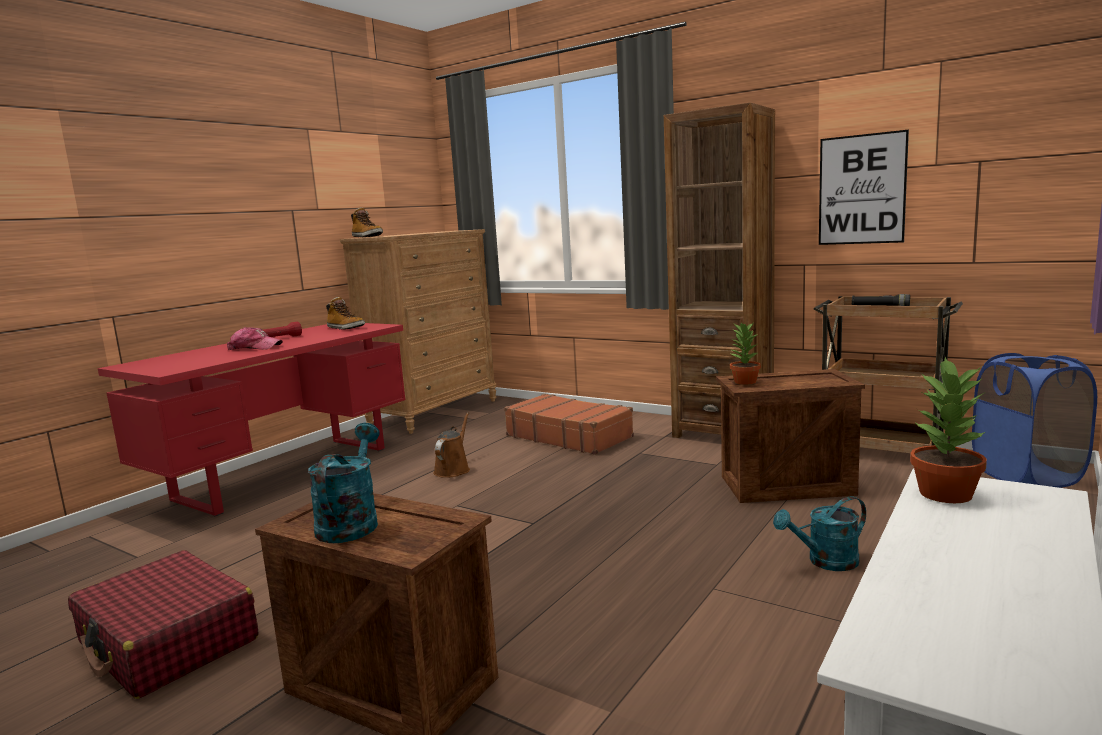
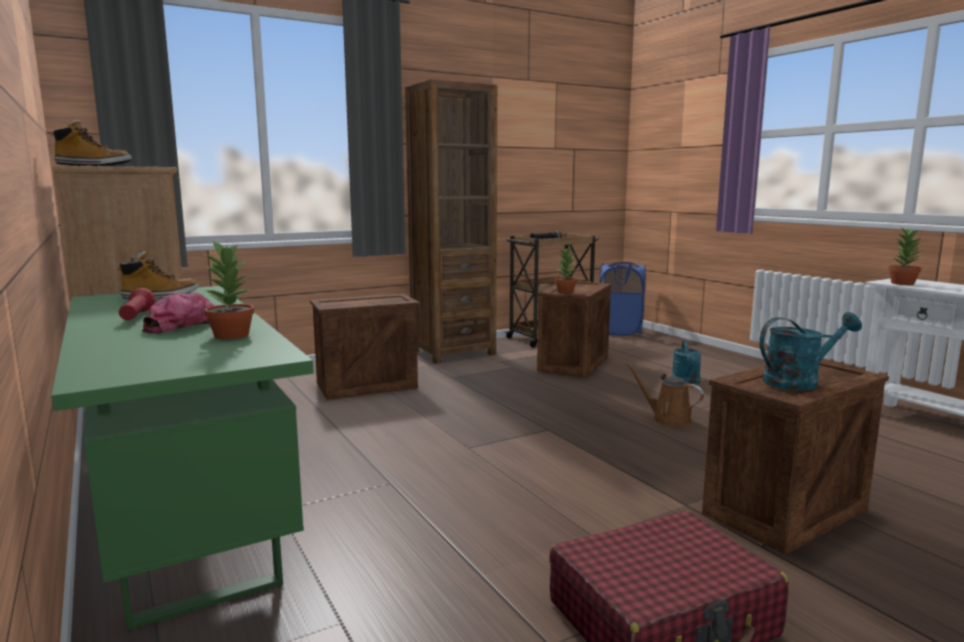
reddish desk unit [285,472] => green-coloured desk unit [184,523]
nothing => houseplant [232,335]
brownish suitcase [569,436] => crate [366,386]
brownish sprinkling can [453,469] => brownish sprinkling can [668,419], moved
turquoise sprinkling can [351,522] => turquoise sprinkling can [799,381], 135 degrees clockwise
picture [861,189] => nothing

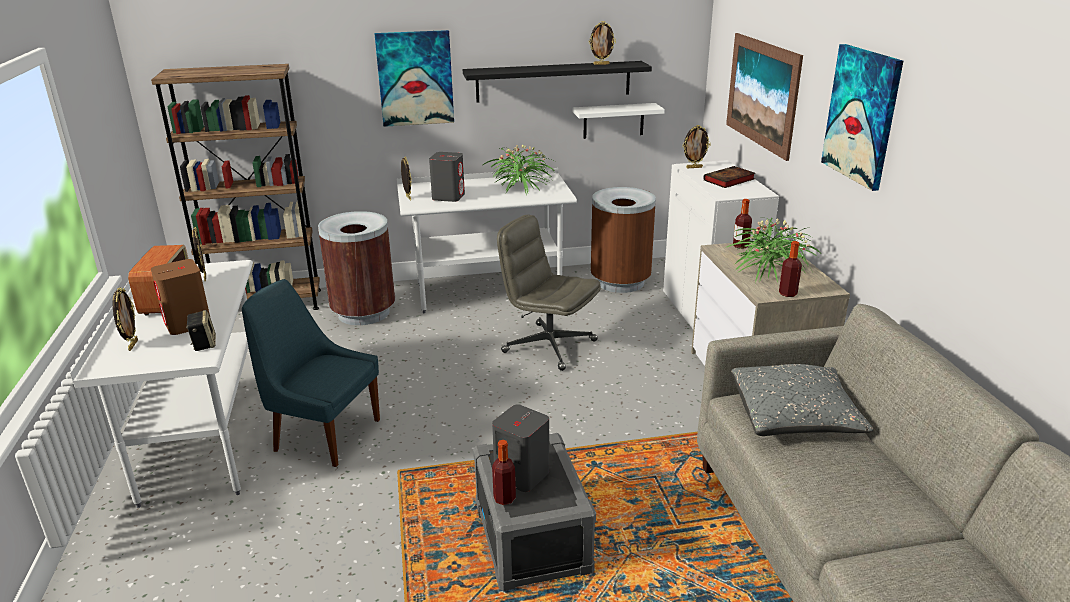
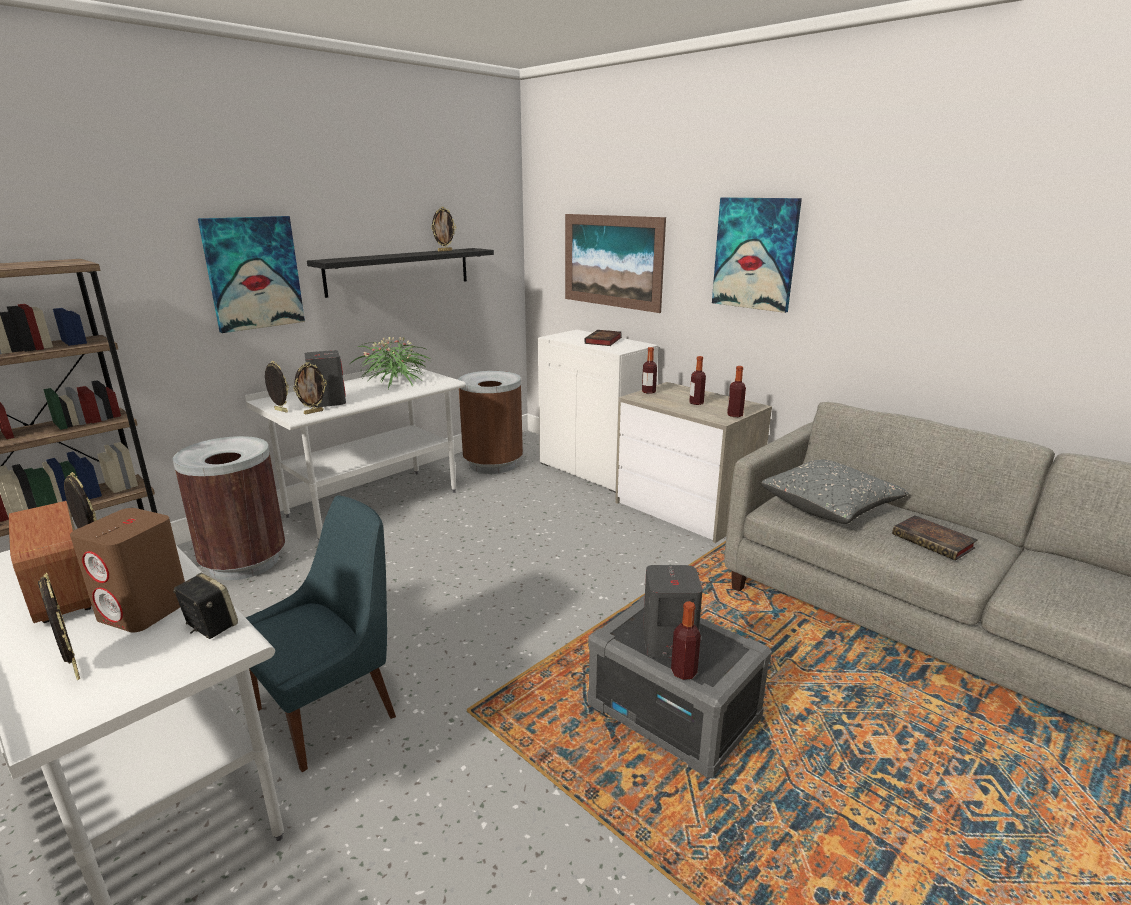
blue-coloured chair [324,434] => blue-coloured chair [331,710], 150 degrees clockwise
standing frame [694,167] => standing frame [313,412], moved
houseplant [769,270] => beverage bottle [696,403]
nothing => book [935,542]
gray office chair [548,346] => nothing
white-coloured shelf [613,120] => nothing

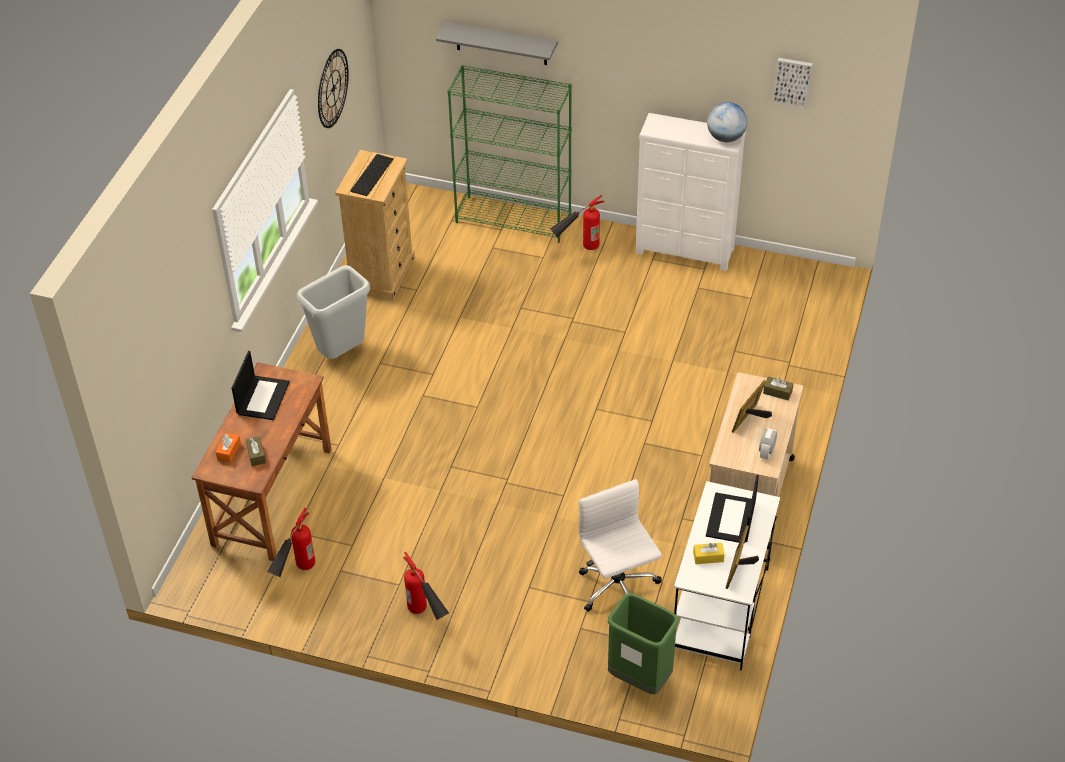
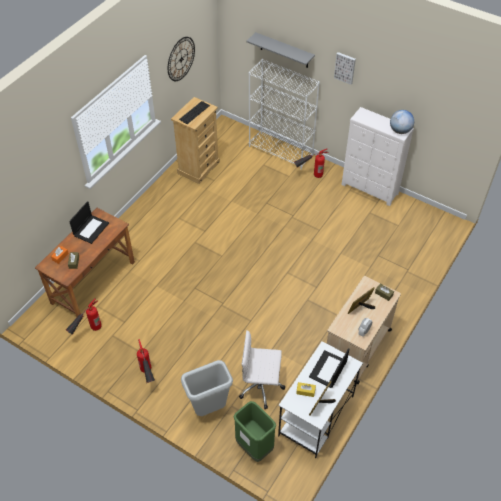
gray waste bin [341,354] => gray waste bin [209,409], moved
white-coloured office chair [618,588] => white-coloured office chair [261,386], 75 degrees counterclockwise
green-coloured bookshelf [514,219] => white-coloured bookshelf [281,151]
picture [793,81] => picture [345,67], moved

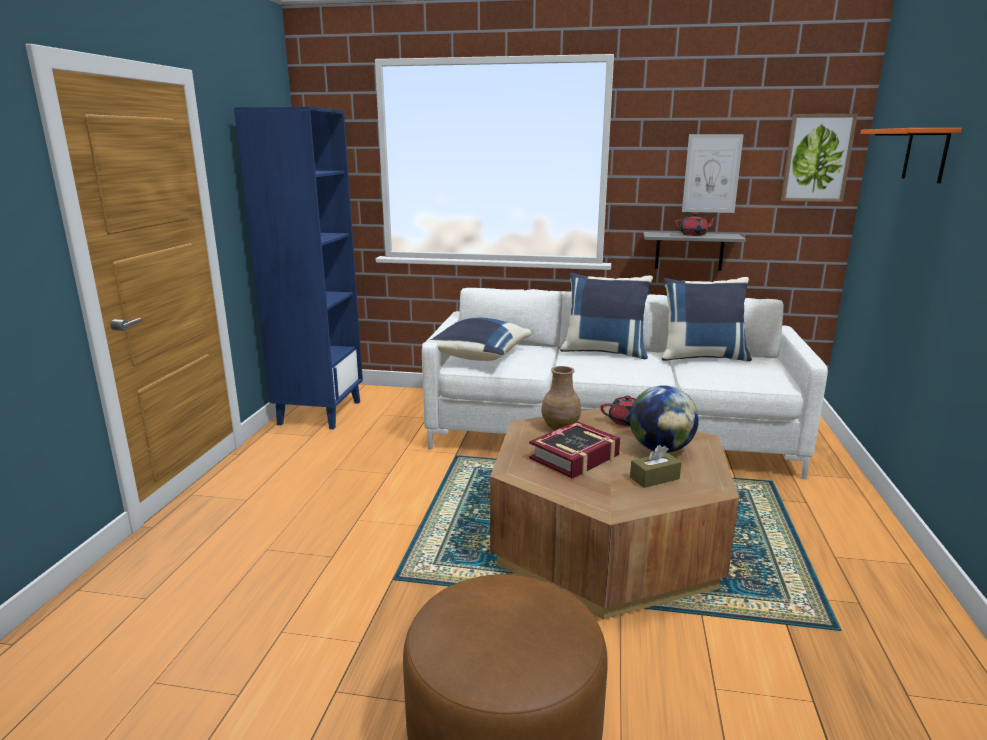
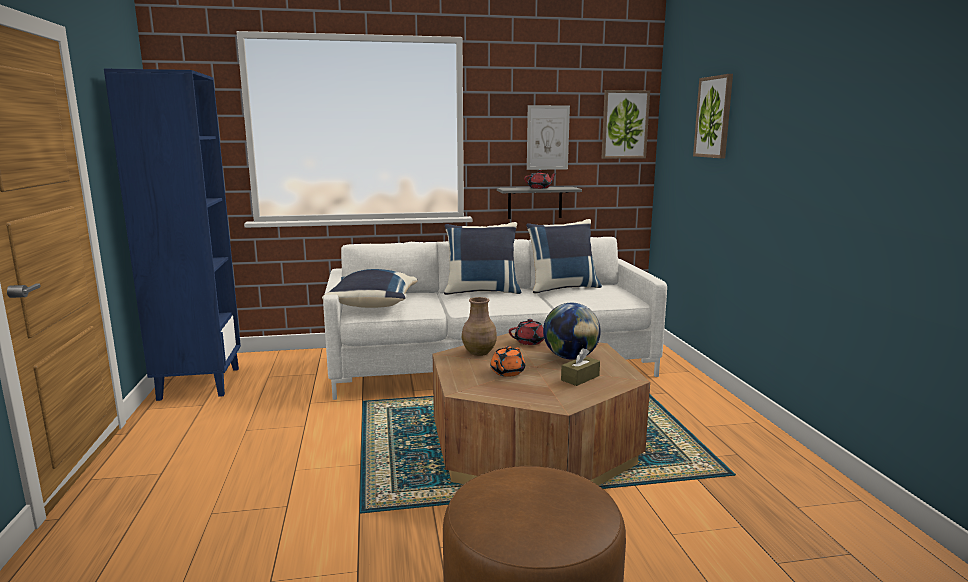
book [575,457] => orange pot for tea [507,372]
orange shelf [925,154] => picture [714,117]

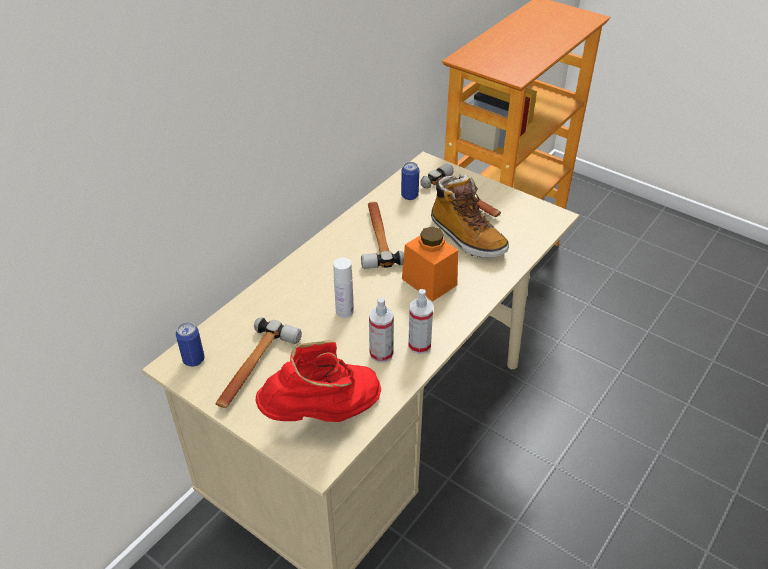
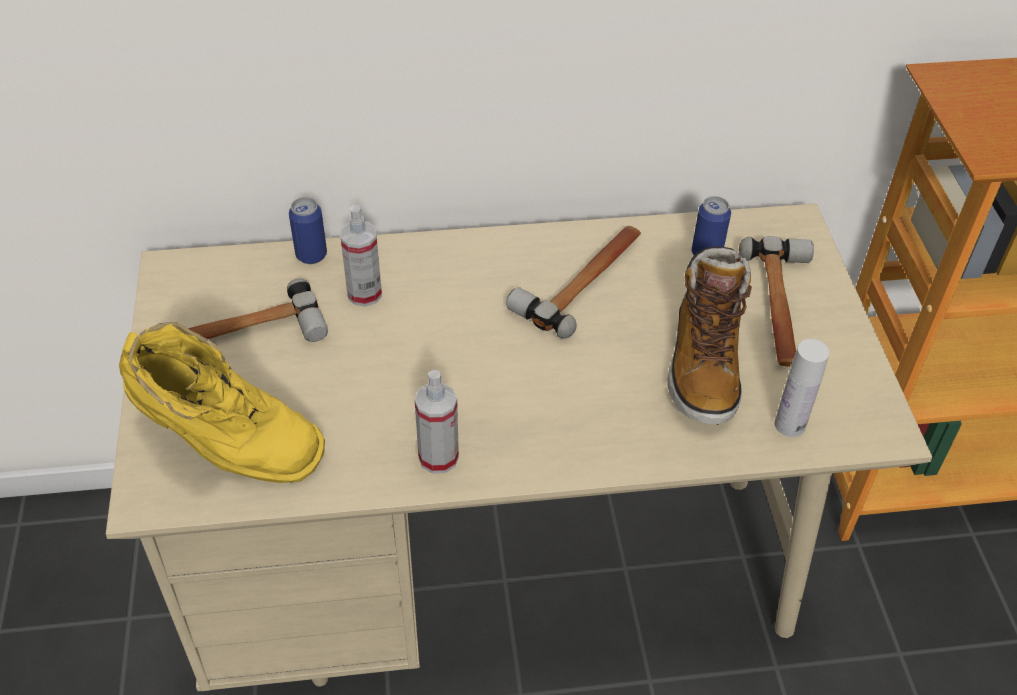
reddish tall boot [324,414] => yellowish tall boot [227,448]
can [193,360] => can [311,255], moved
hand sprayer [381,353] => hand sprayer [364,293], moved
white-coloured beverage bottle [344,311] => white-coloured beverage bottle [789,425], moved
orange storage jar [429,282] => nothing

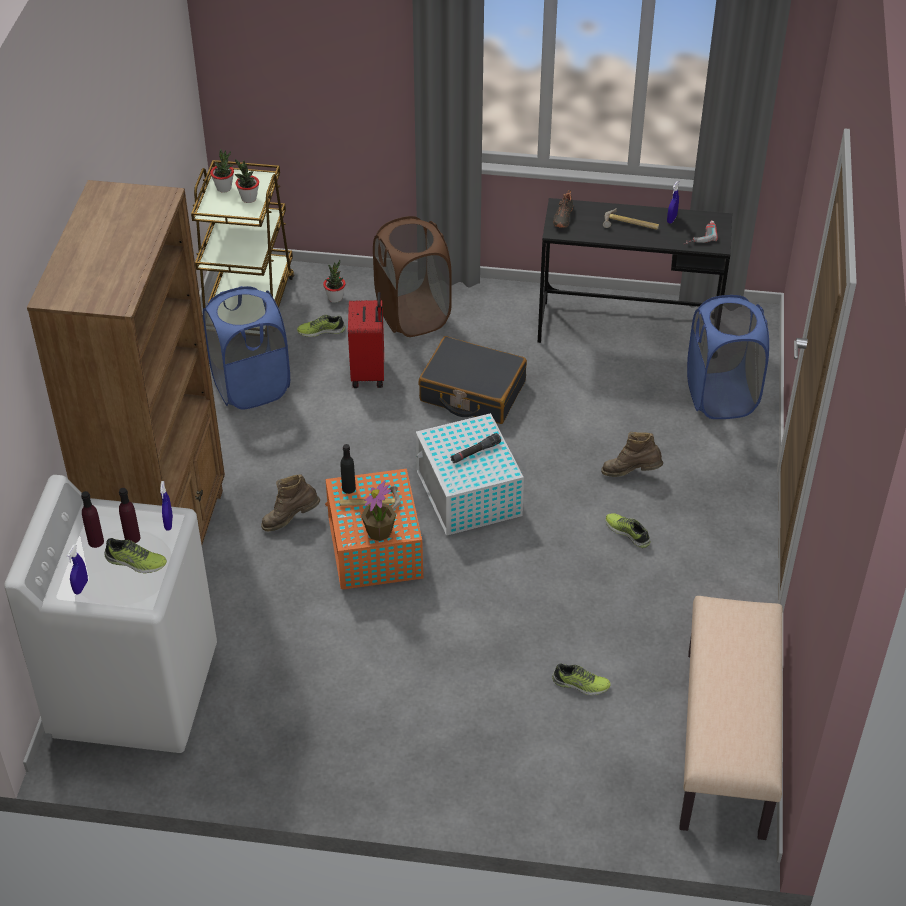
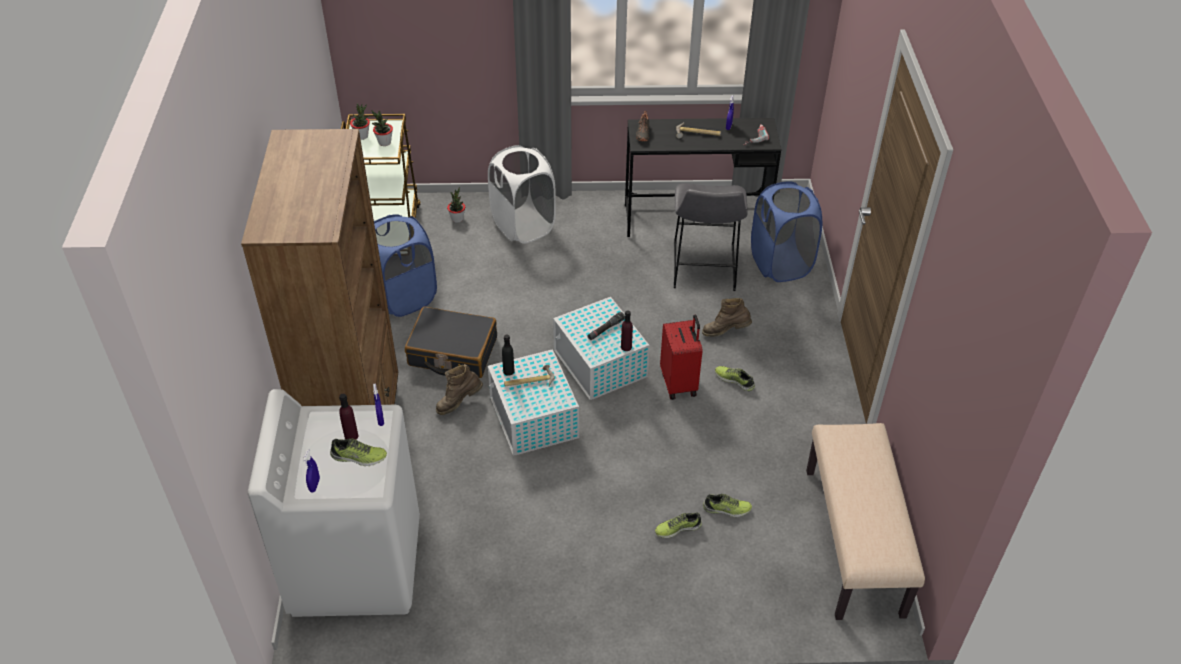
blackish suitcase [472,392] => blackish suitcase [452,352], moved
brownish washing basket [413,315] => white-coloured washing basket [523,226]
orange storage bin [375,549] => white-coloured storage bin [534,419]
purple beverage bottle [96,541] => purple beverage bottle [626,347], moved
low shoe [321,330] => low shoe [677,528], moved
reddish suitcase [369,373] => reddish suitcase [679,383], moved
nothing => gray sitting stool [703,270]
houseplant [379,532] => nothing

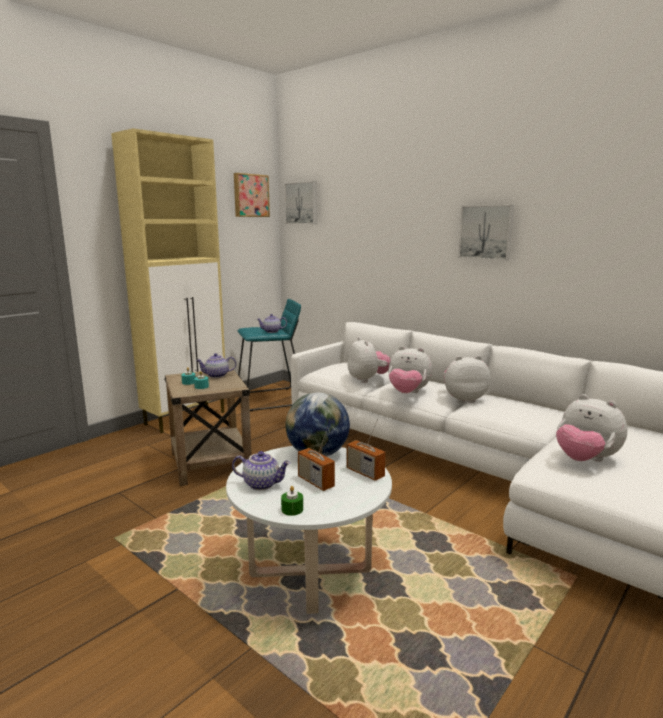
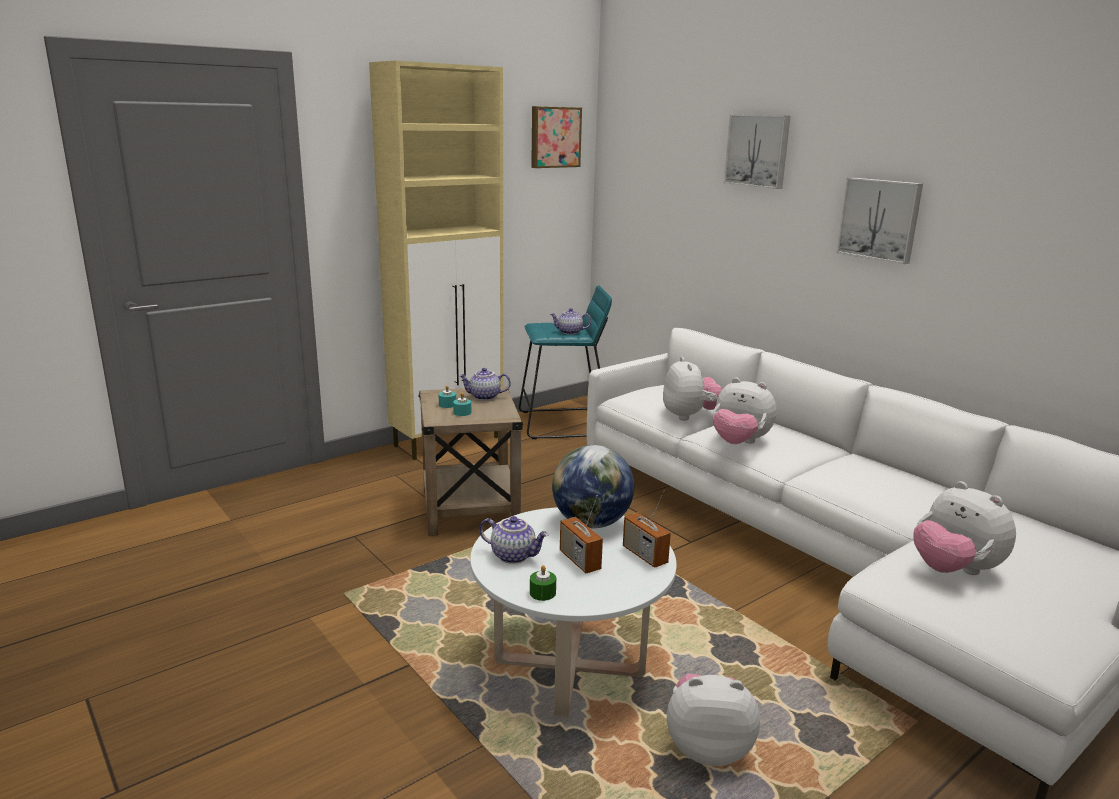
plush toy [463,399] => plush toy [707,747], moved
picture [302,203] => picture [758,150], moved

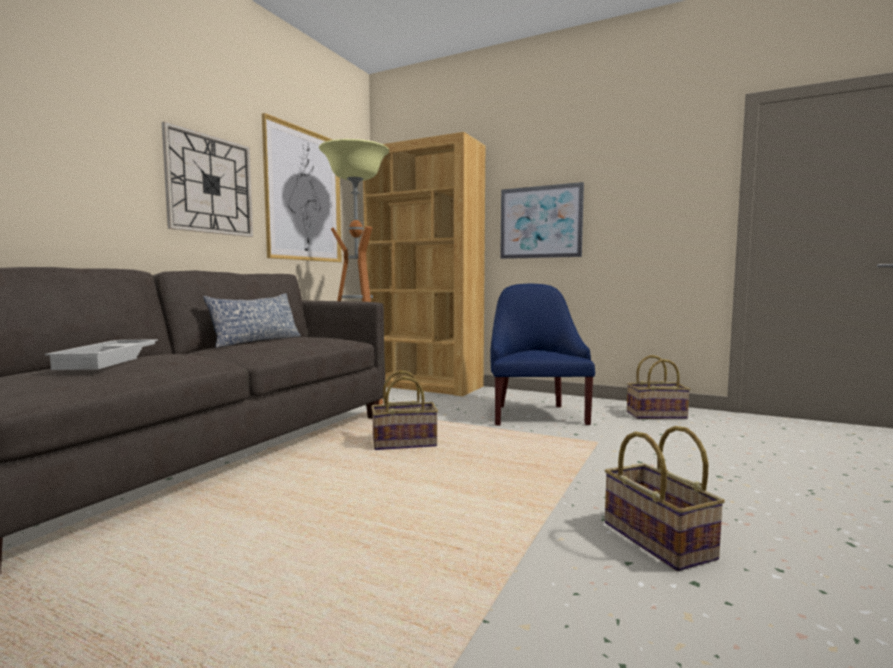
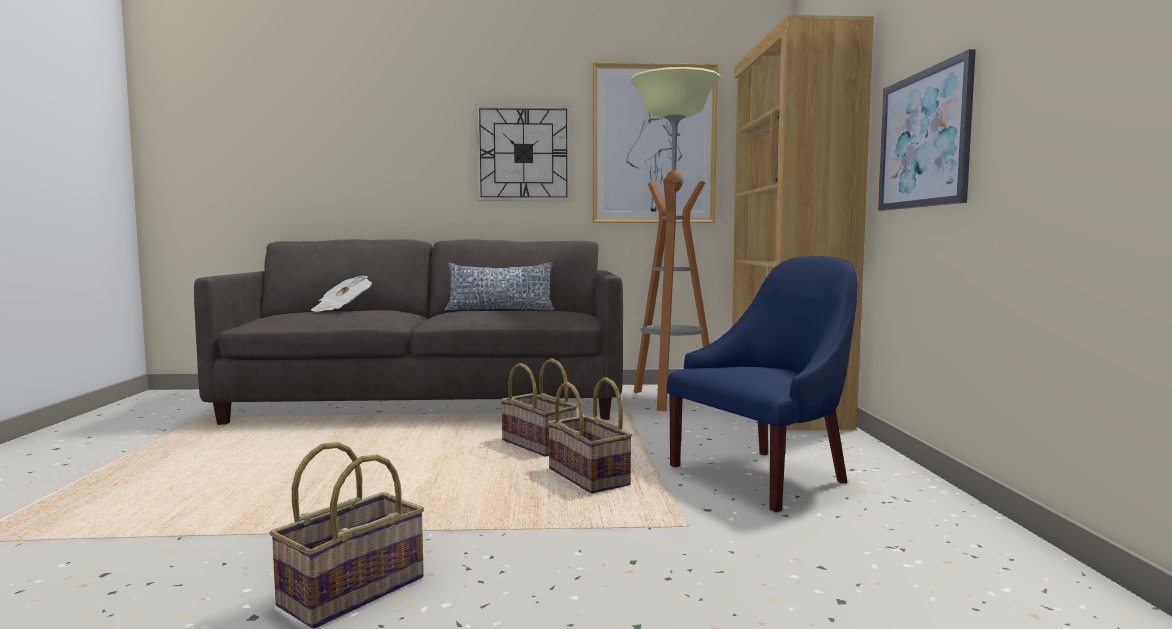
white-coloured tray [109,360] => newspaper [341,309]
basket [656,415] => basket [590,477], moved

